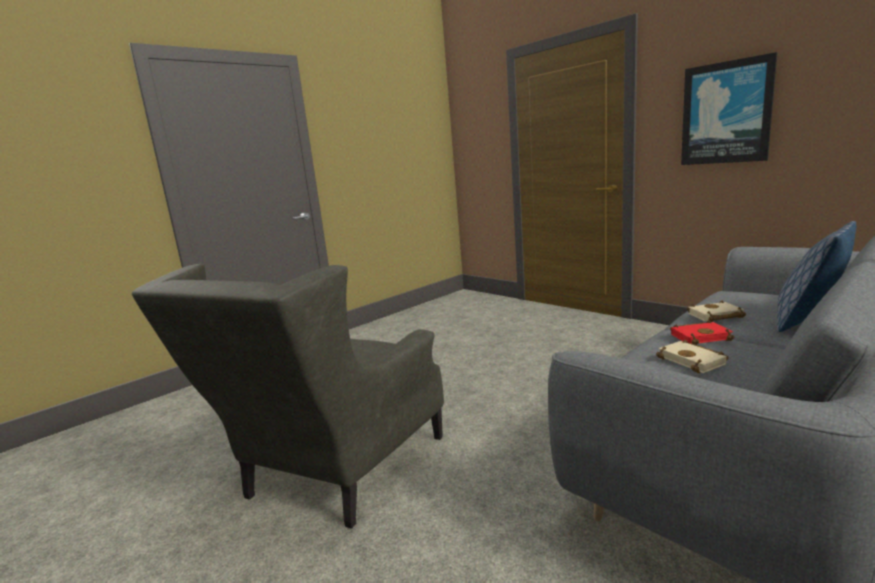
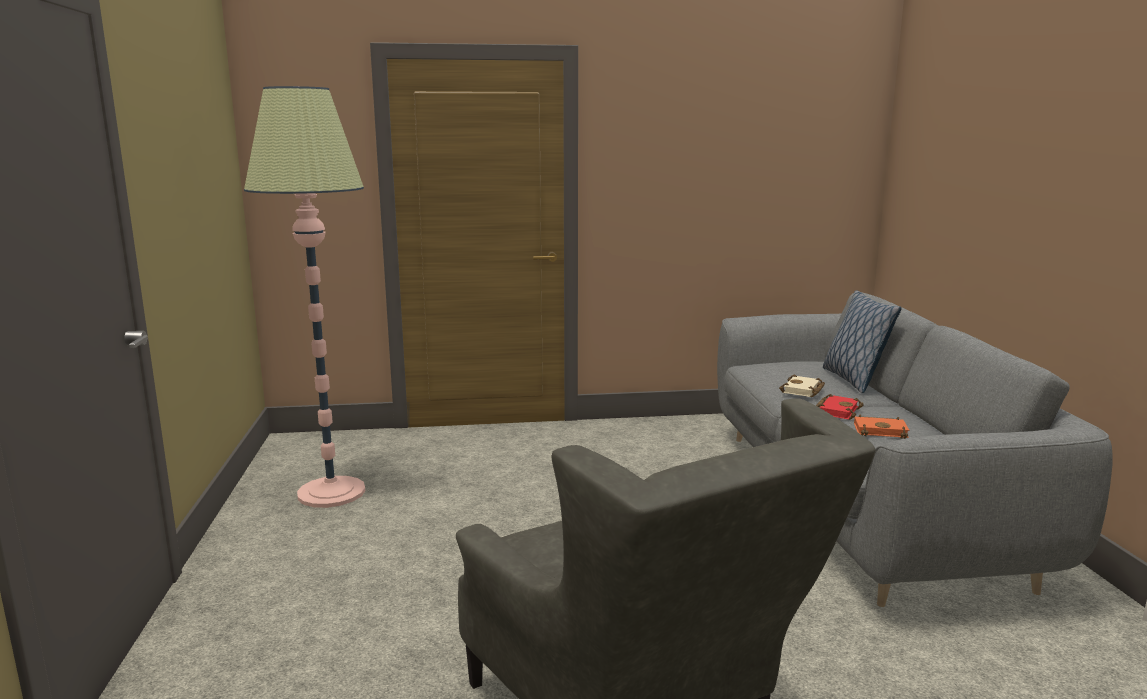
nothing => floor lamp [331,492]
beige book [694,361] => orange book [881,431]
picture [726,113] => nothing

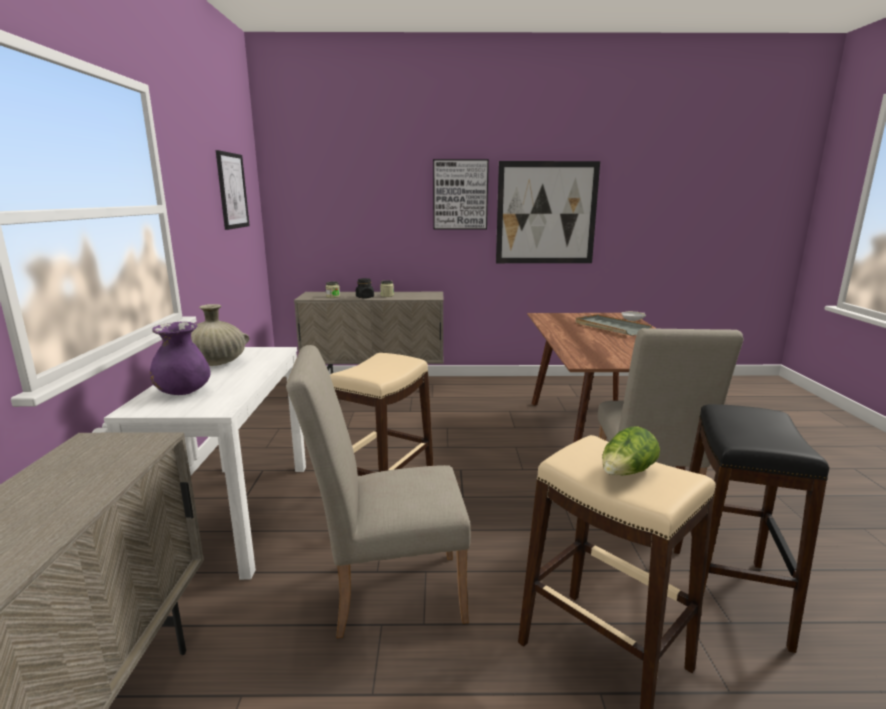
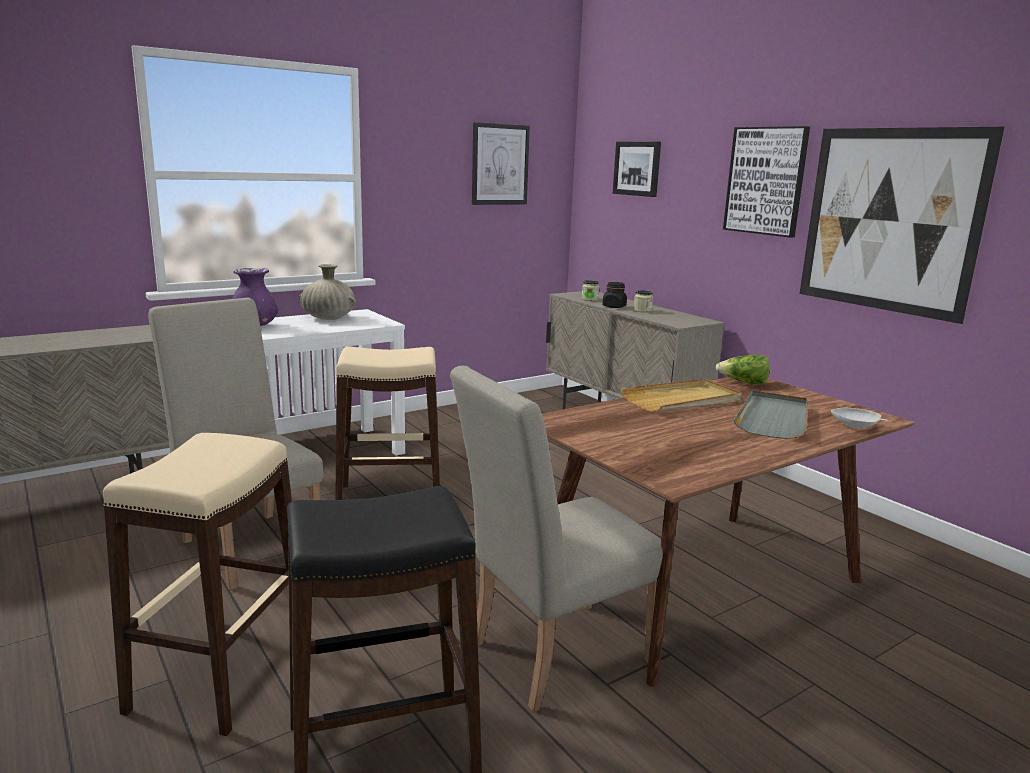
nothing => picture [637,168]
nothing => beige tray [682,400]
head of lettuce [626,473] => head of lettuce [743,383], moved

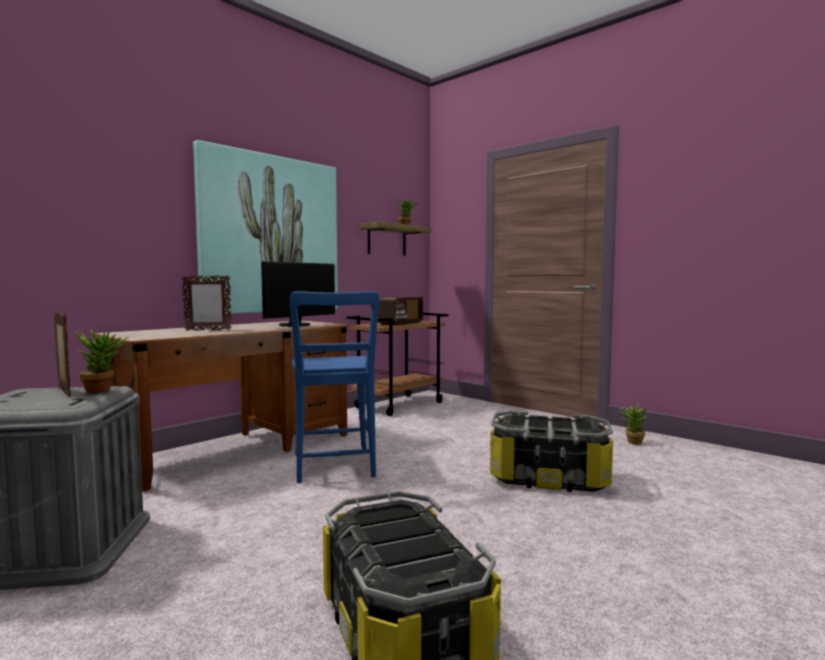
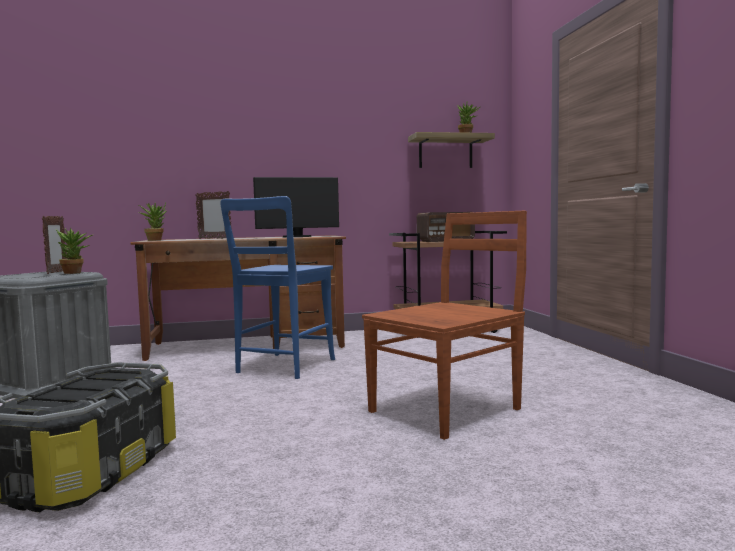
houseplant [632,442] => houseplant [155,240], moved
storage bin [548,478] => brownish chair [447,409]
picture [270,235] => nothing

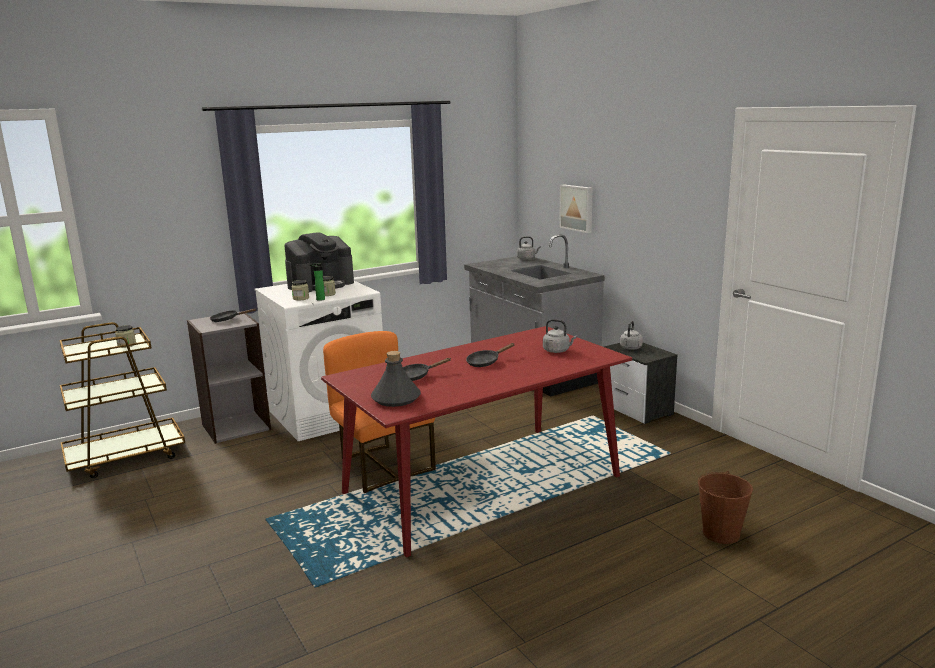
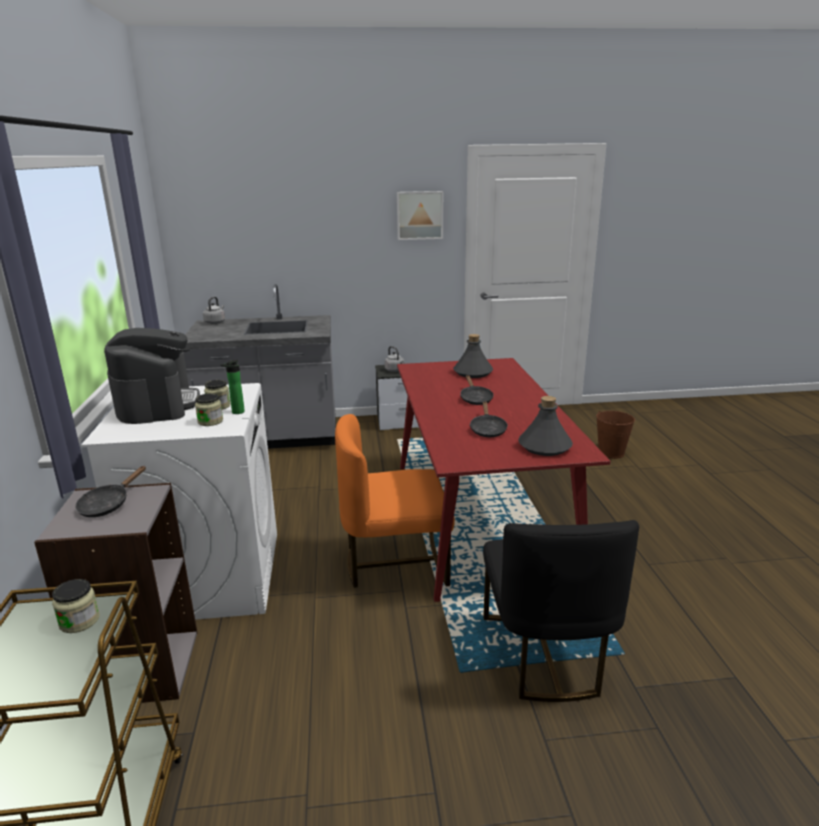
picture [577,208] => picture [419,215], moved
gray tea kettle [557,351] => gray beverage bottle [473,372]
nothing => blackish chair [545,654]

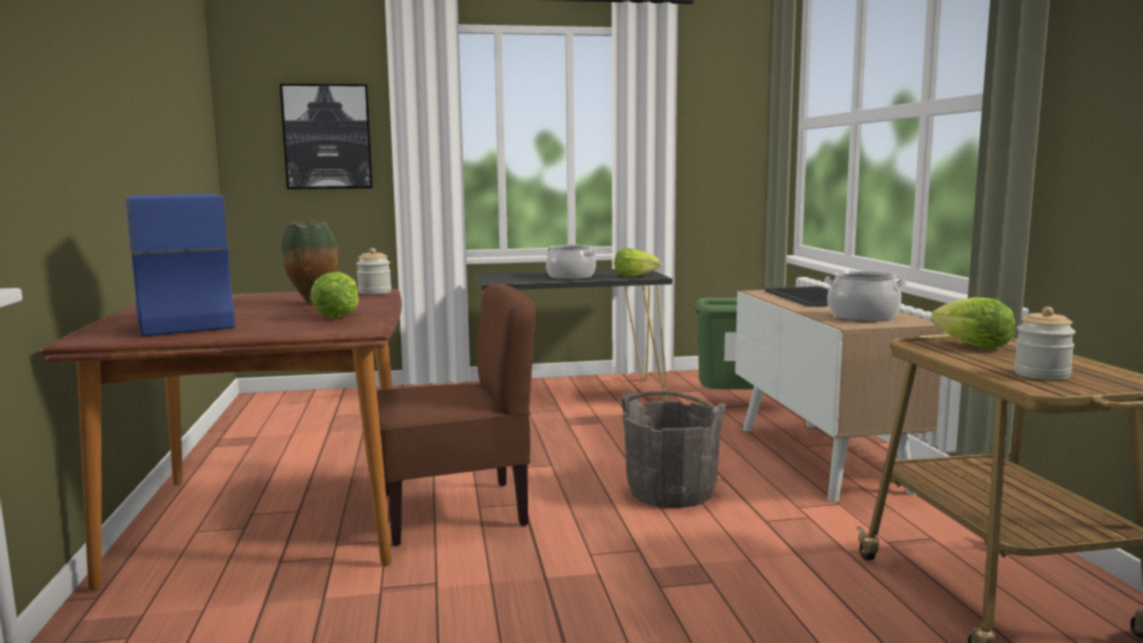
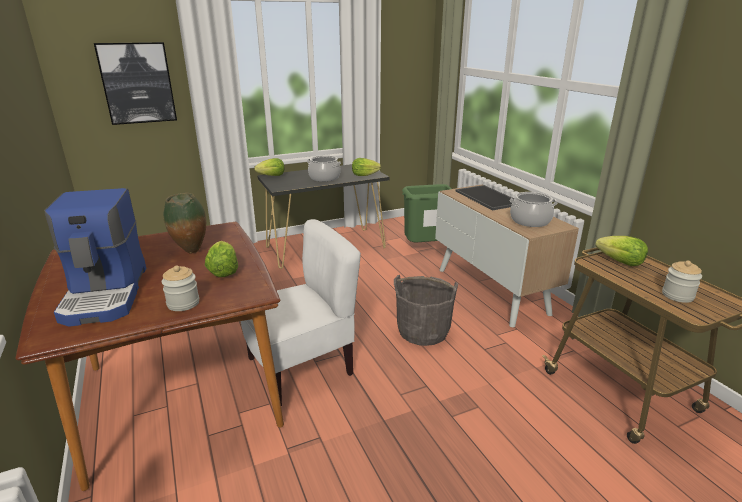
coffee machine [181,321] => coffee machine [107,294], 150 degrees counterclockwise
storage jar [374,292] => storage jar [183,303], moved
brownish chair [454,511] => white-coloured chair [301,368]
nothing => head of lettuce [272,176]

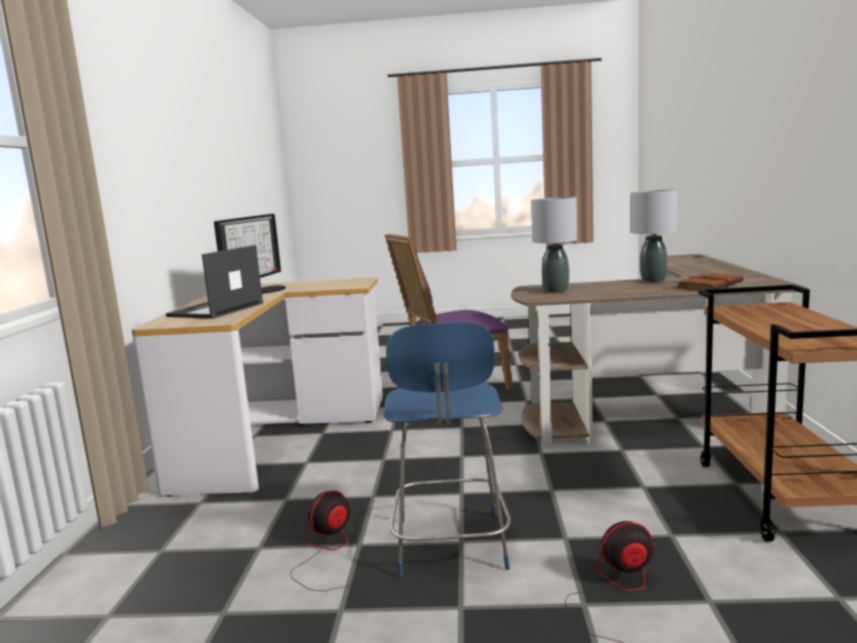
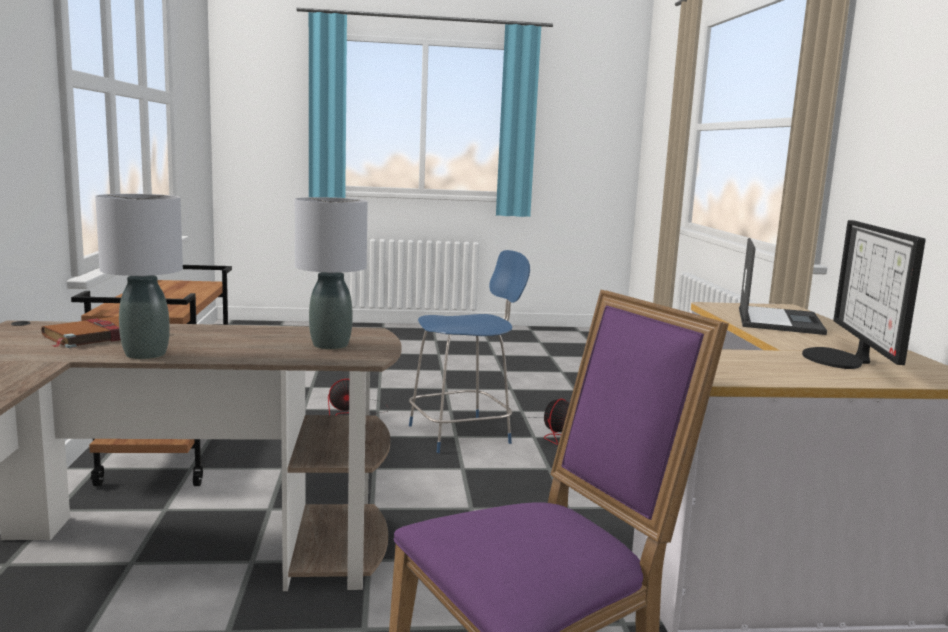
blue-coloured chair [451,546] => blue-coloured chair [463,434], 75 degrees clockwise

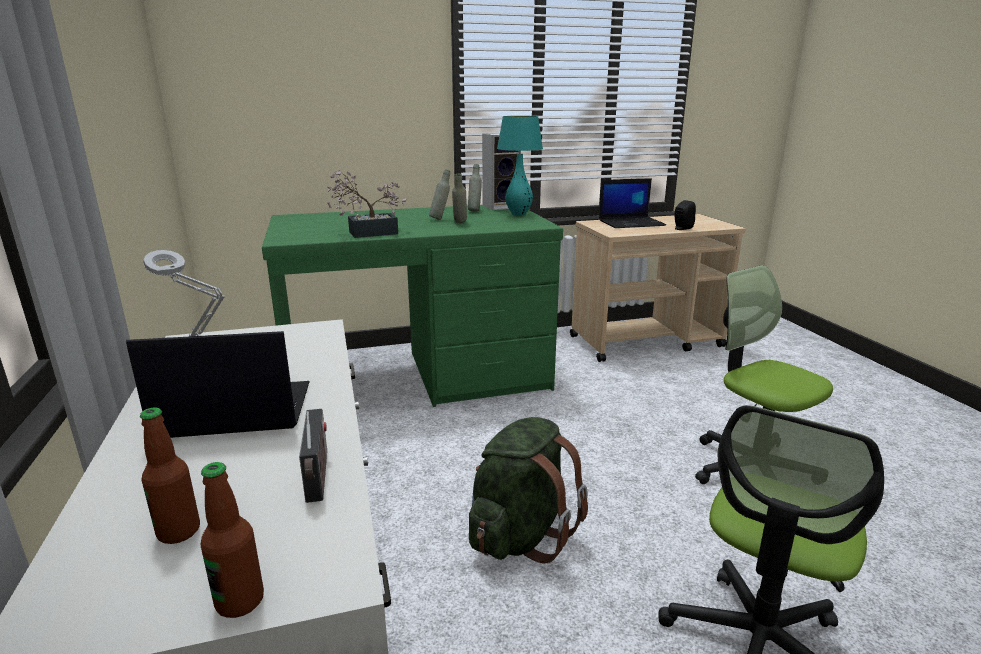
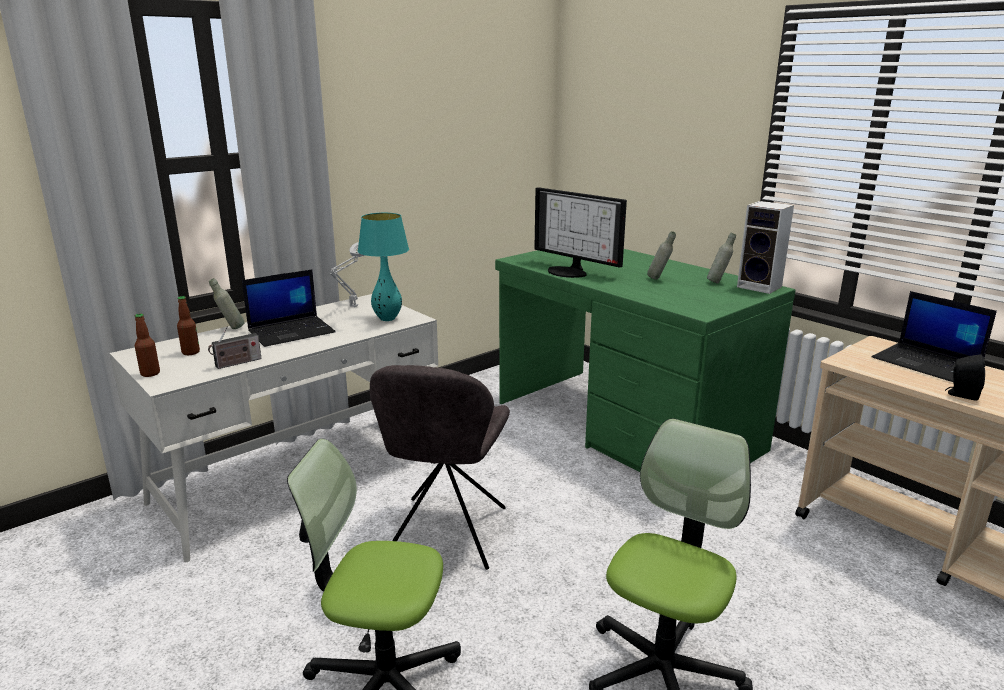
gray beverage bottle [460,223] => gray beverage bottle [230,329], moved
laptop [233,411] => laptop [292,331], 90 degrees clockwise
turquoise table lamp [518,214] => turquoise table lamp [387,319], moved
green-coloured rucksack [520,534] => gray chair [445,535]
houseplant [367,233] => computer screen [570,271]

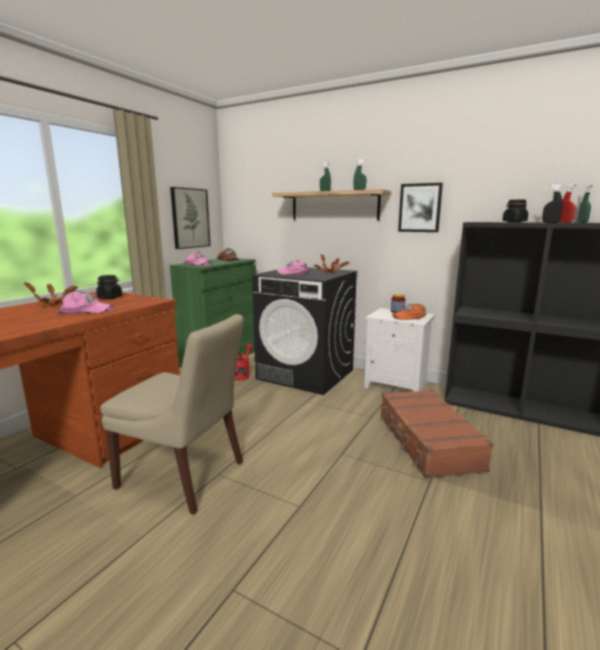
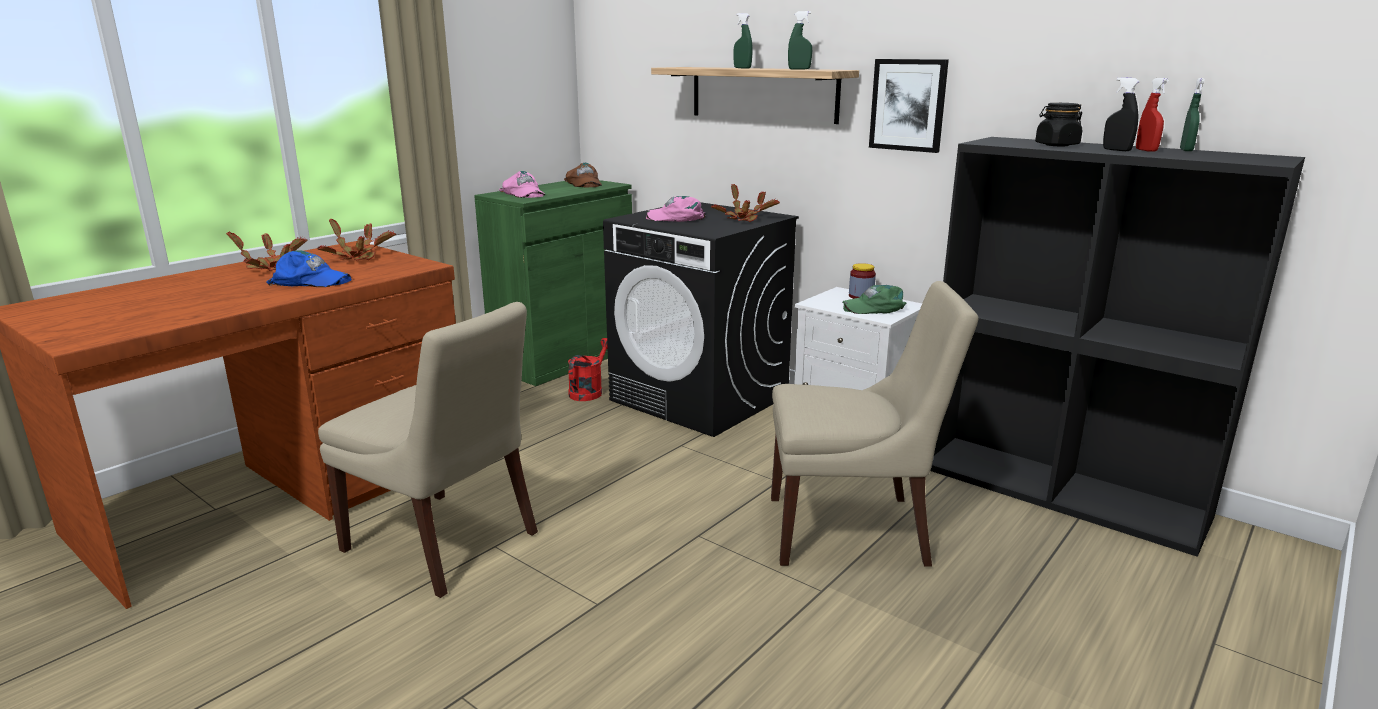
pinkish baseball cap [86,310] => blue-coloured baseball cap [311,281]
blackish storage jar [110,297] => houseplant [356,257]
brownish suitcase [427,442] => beige chair [853,530]
orange baseball cap [409,316] => green-coloured baseball cap [875,308]
picture [190,218] => nothing

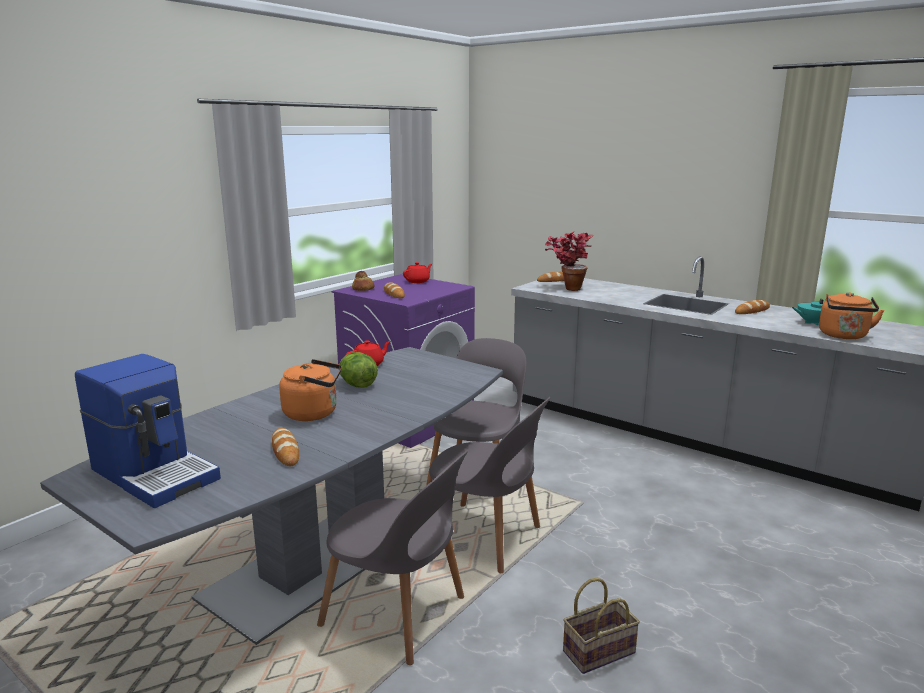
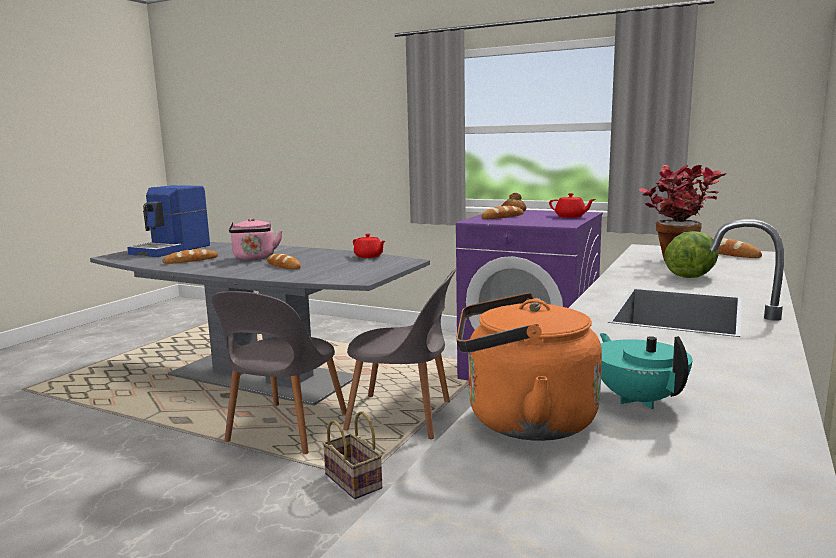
orange tea kettle [314,413] => pinkish tea kettle [254,258]
bakery bread [752,311] => bakery bread [283,265], moved
basket [599,650] => basket [355,481], moved
head of lettuce [357,385] => head of lettuce [690,276], moved
gray chair [398,614] => nothing

